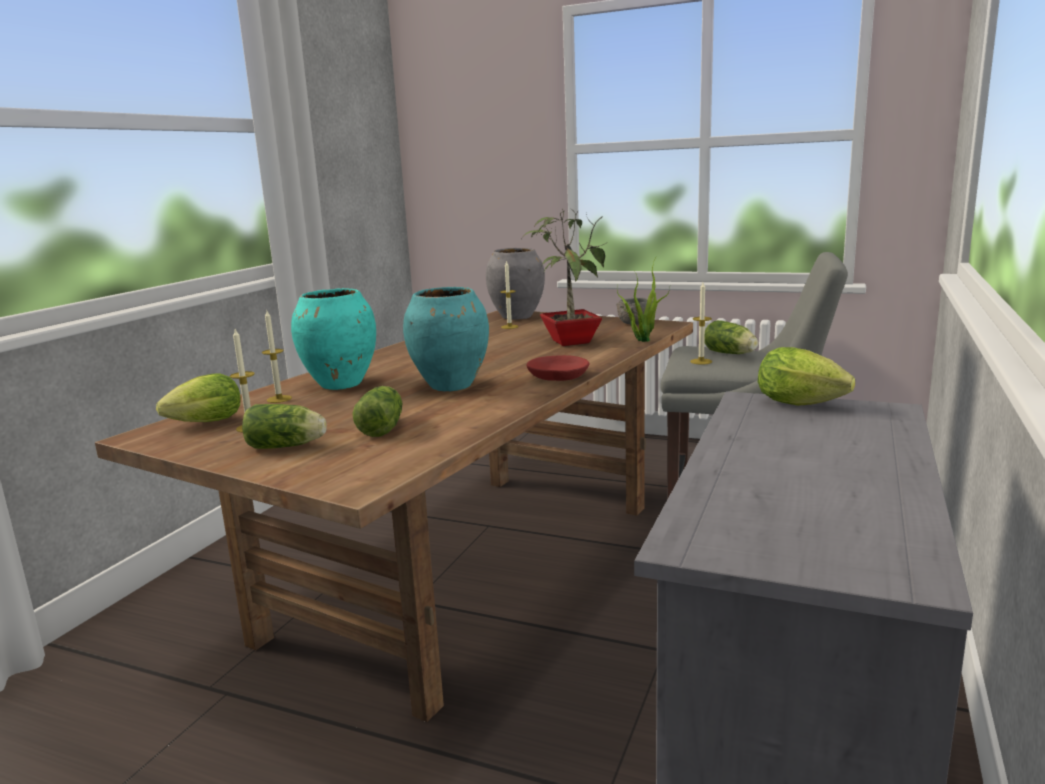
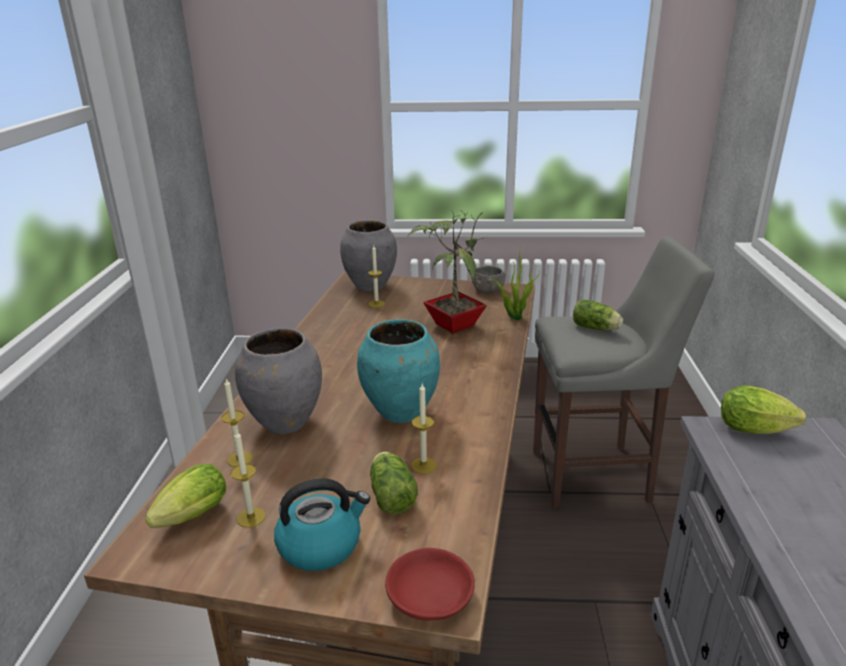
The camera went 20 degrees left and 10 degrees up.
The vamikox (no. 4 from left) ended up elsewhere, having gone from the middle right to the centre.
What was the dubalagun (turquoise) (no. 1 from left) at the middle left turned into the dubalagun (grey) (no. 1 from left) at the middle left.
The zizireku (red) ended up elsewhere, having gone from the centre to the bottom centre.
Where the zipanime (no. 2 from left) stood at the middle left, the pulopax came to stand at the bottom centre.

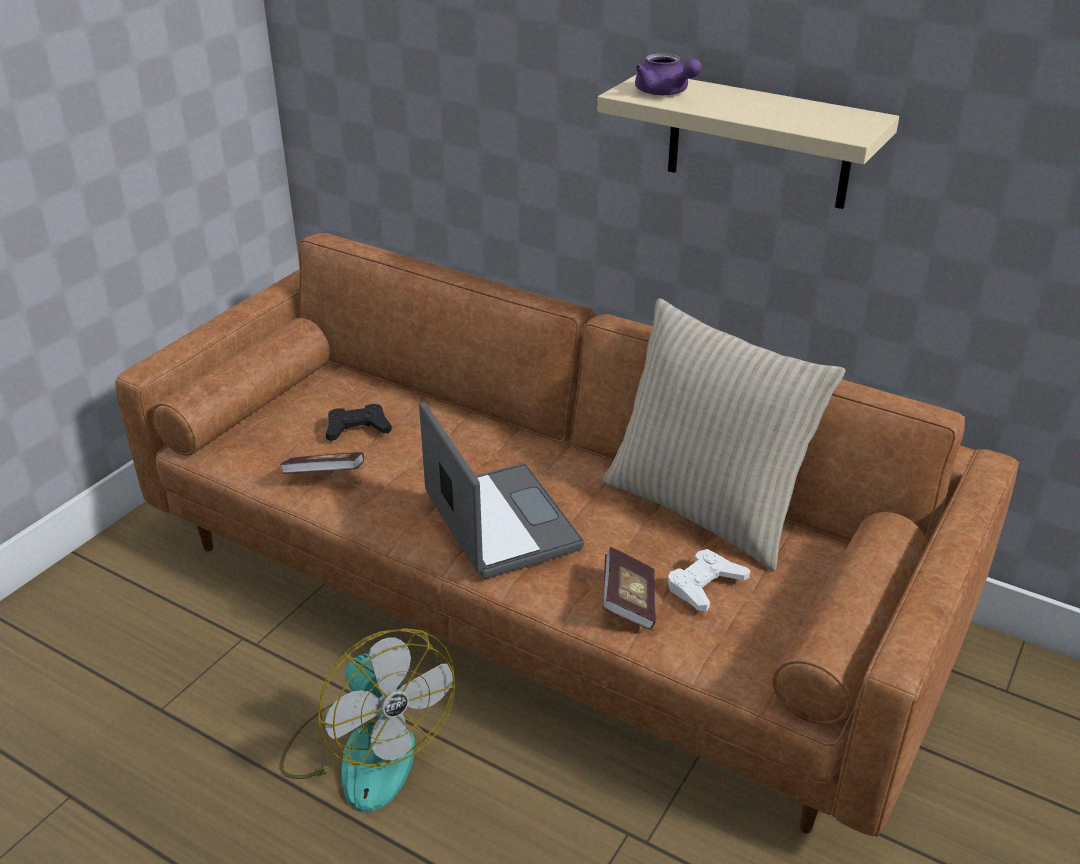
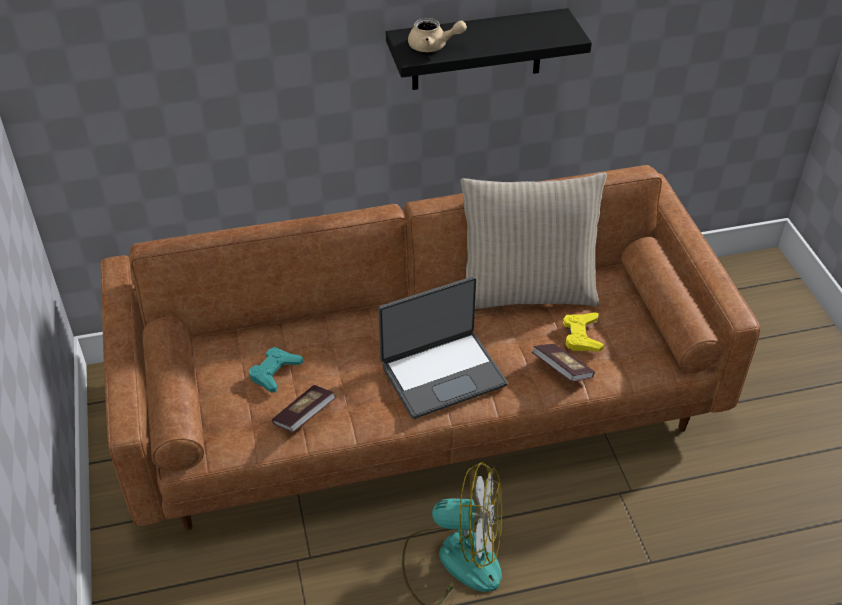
The camera went 45 degrees left and 10 degrees up.
What was the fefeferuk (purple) at the top centre turned into the fefeferuk (beige) at the top centre.
What was the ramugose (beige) at the top right turned into the ramugose (black) at the top centre.
The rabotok at the centre ended up facing another way, 135 degrees clockwise from before.
What was the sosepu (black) at the middle left turned into the sosepu (turquoise) at the middle left.
What was the sosepu (white) at the bottom centre turned into the sosepu (yellow) at the middle right.

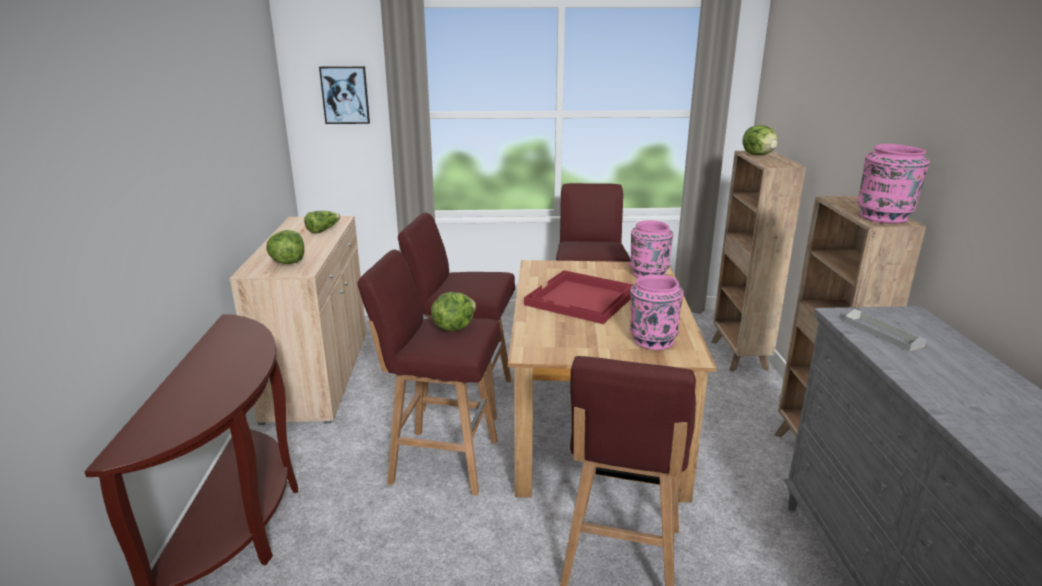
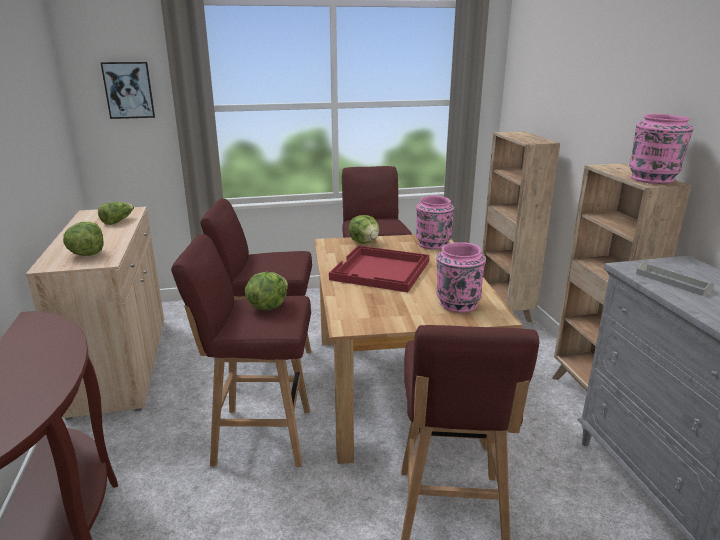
The camera went 10 degrees left and 0 degrees up.
The zipanime (no. 4 from left) ended up elsewhere, having gone from the top right to the centre.

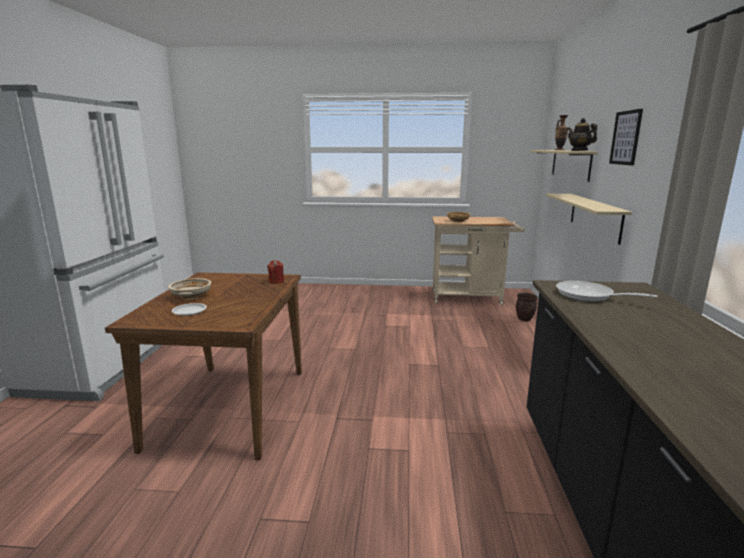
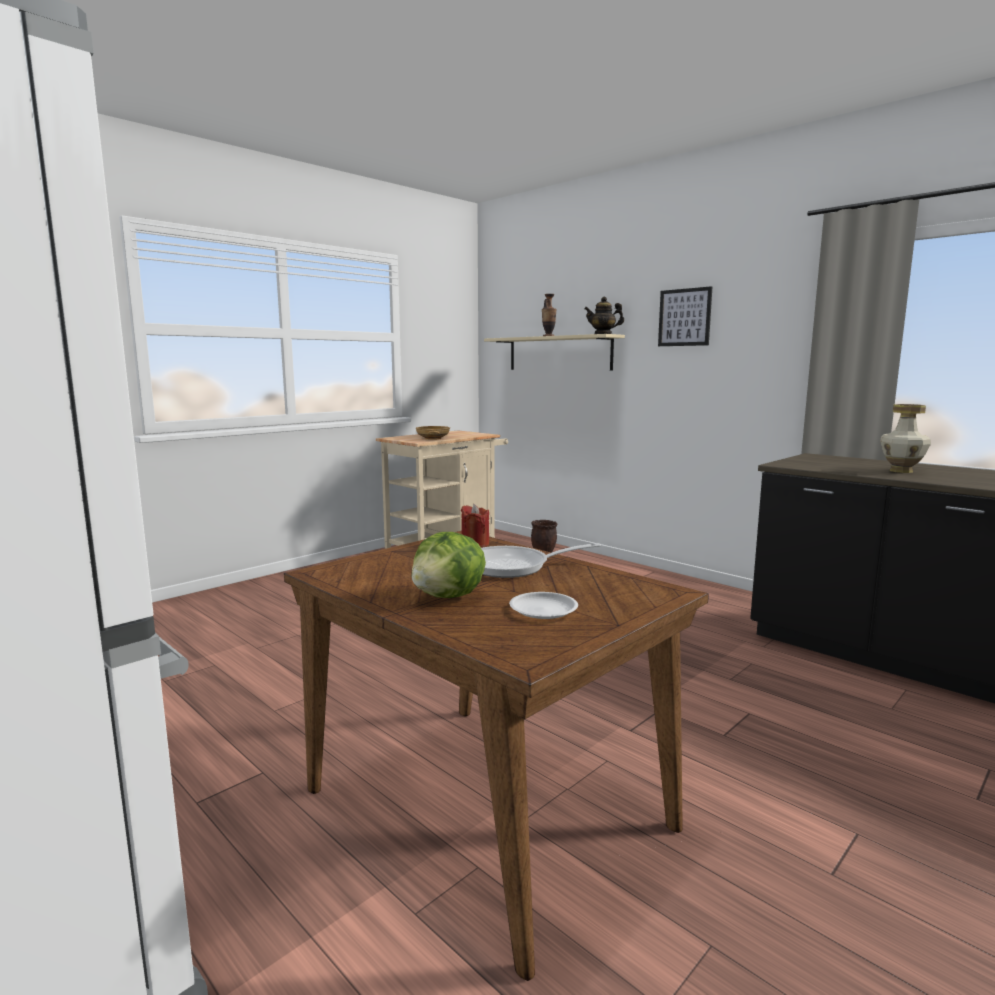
The camera went 50 degrees left and 5 degrees down.
The second view lost the ramugose (beige) (no. 2 from left) at the middle right.
Where the zizireku (beige) (no. 1 from left) stood at the middle left, the zipanime came to stand at the centre.
The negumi ended up elsewhere, having gone from the middle right to the centre.
The second view gained the dubalagun (no. 2 from left) at the middle right.

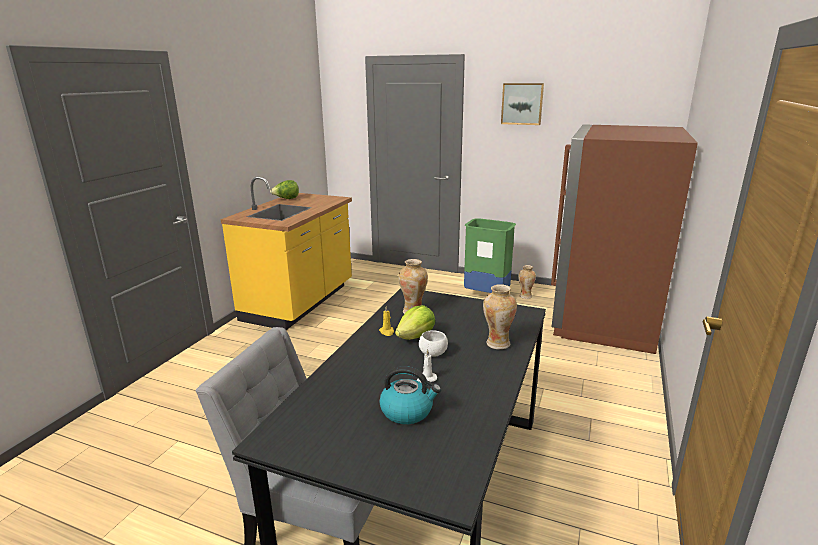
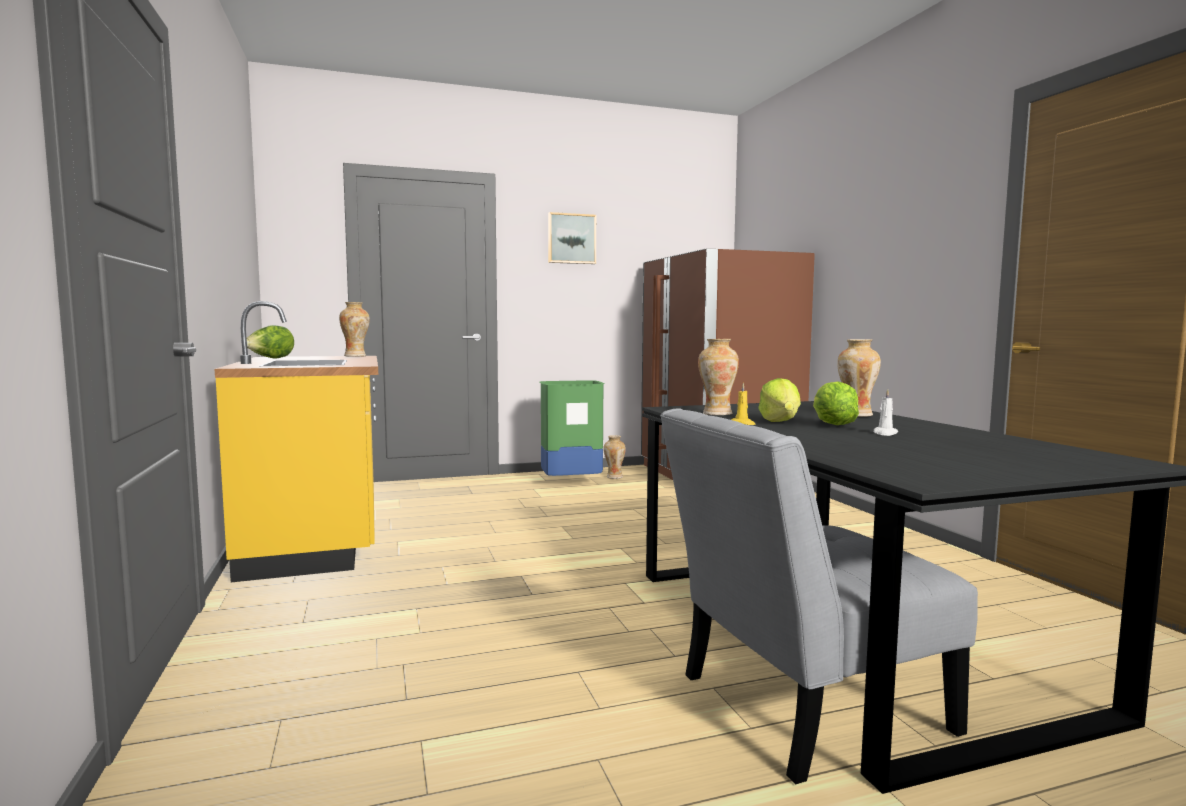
The camera went 40 degrees left and 15 degrees down.
Where the zizireku (white) stood at the centre, the zipanime (no. 3 from left) came to stand at the middle right.
The second view lost the pulopax at the bottom centre.
The second view gained the dubalagun (no. 1 from left) at the middle left.

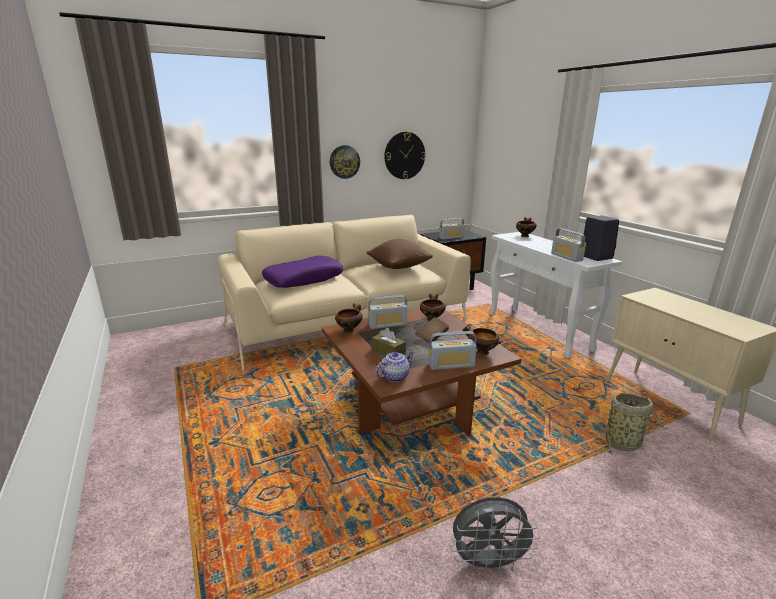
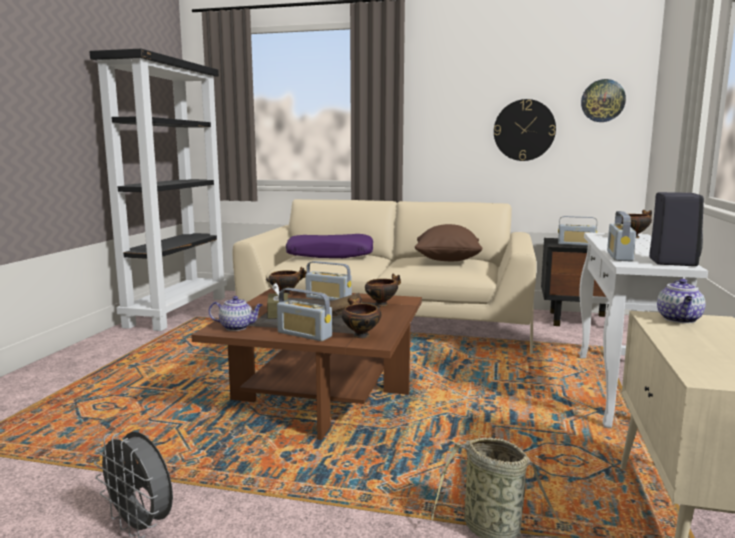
The camera went 40 degrees right and 10 degrees down.
The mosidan (no. 1 from left in the first image) ended up elsewhere, having gone from the top centre to the top right.
The second view gained the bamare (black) at the middle left.
The second view gained the fefeferuk (no. 2 from left) at the middle right.

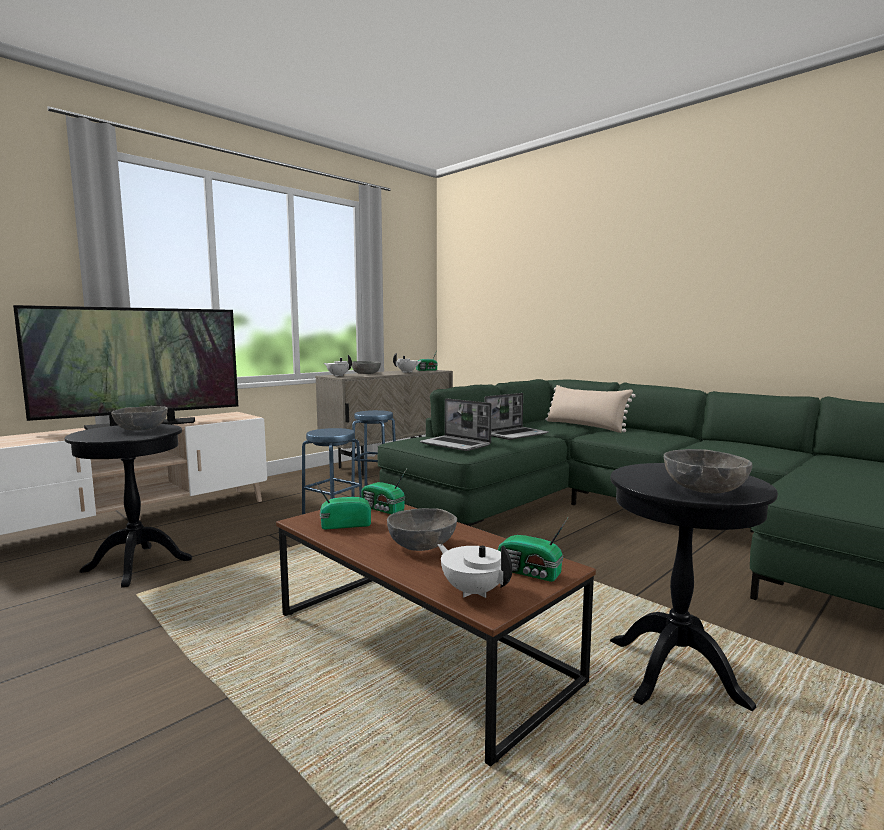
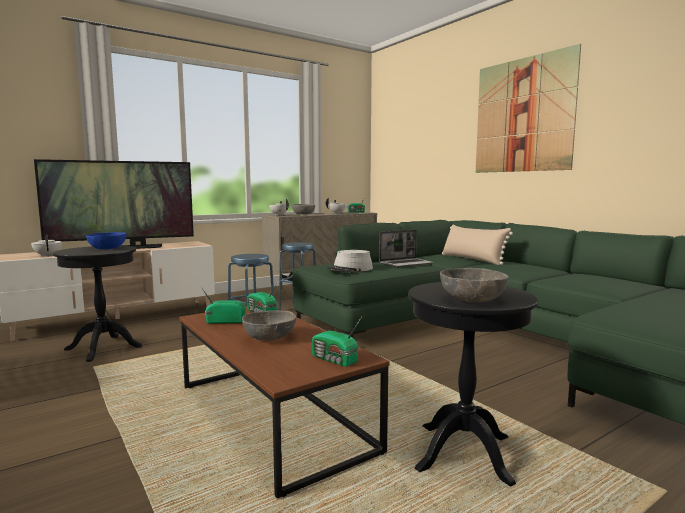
The camera went 10 degrees right and 0 degrees up.
Where the rabotok (no. 1 from left) stood at the centre, the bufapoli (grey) came to stand at the centre.
What was the zizireku (grey) (no. 1 from left) at the middle left turned into the zizireku (blue) at the middle left.
The fefeferuk (white) (no. 3 from left in the first image) ended up elsewhere, having gone from the bottom centre to the middle left.
The second view gained the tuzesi at the top right.

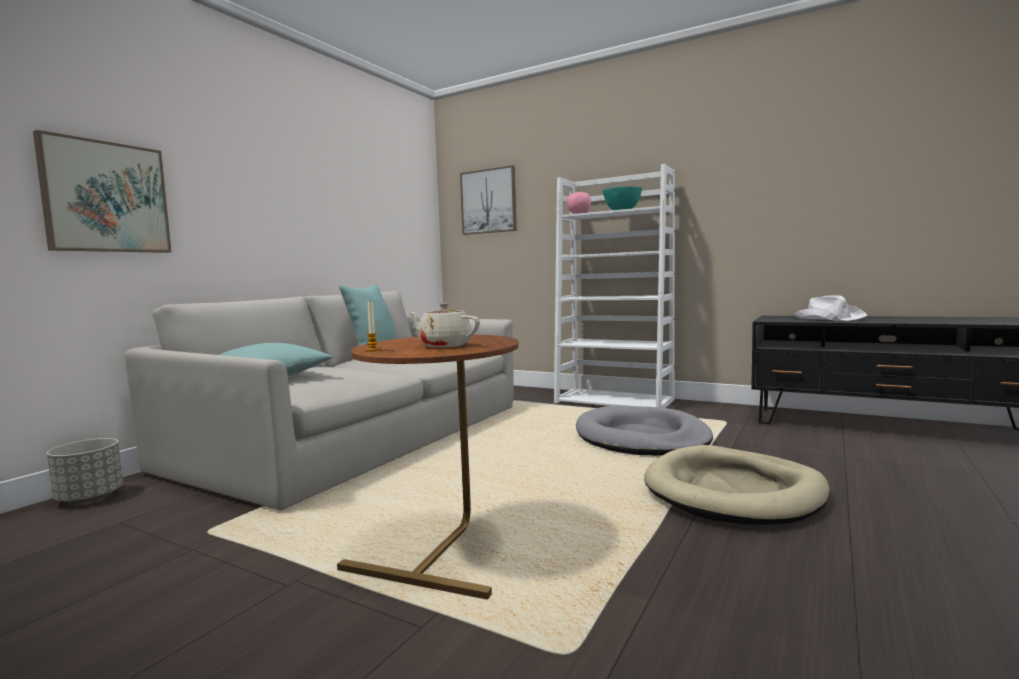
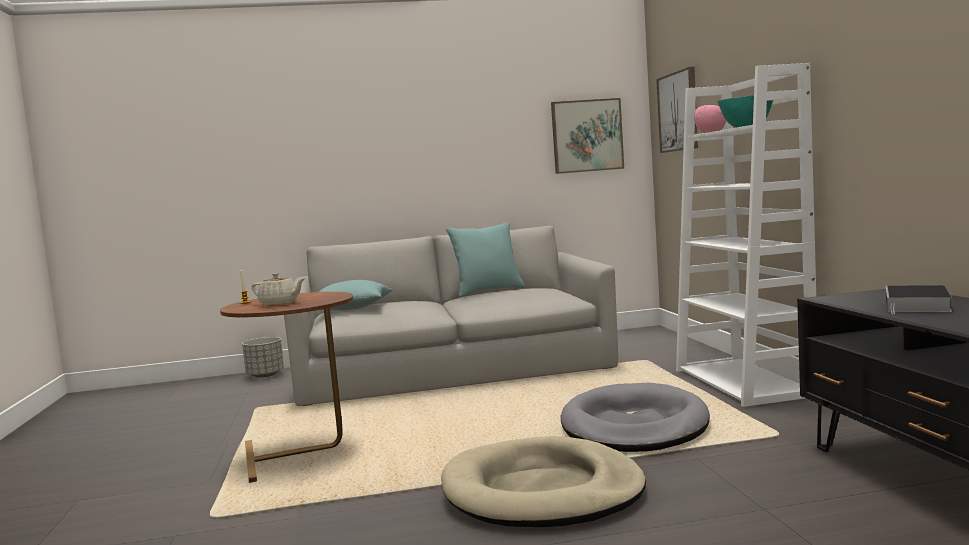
The camera went 50 degrees right and 0 degrees up.
The tuzesi (no. 1 from left) ended up elsewhere, having gone from the top left to the top centre.
Where the bufapoli (white) stood at the middle right, the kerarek came to stand at the middle right.
The fefeferuk (beige) at the centre ended up facing another way, 120 degrees clockwise from before.

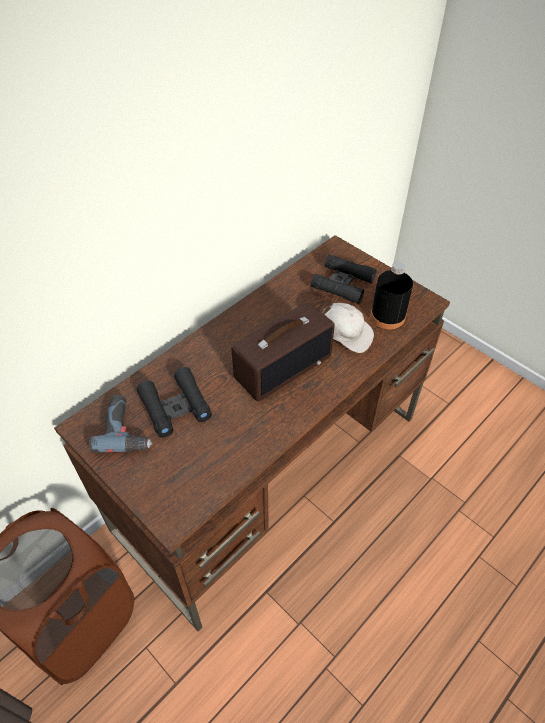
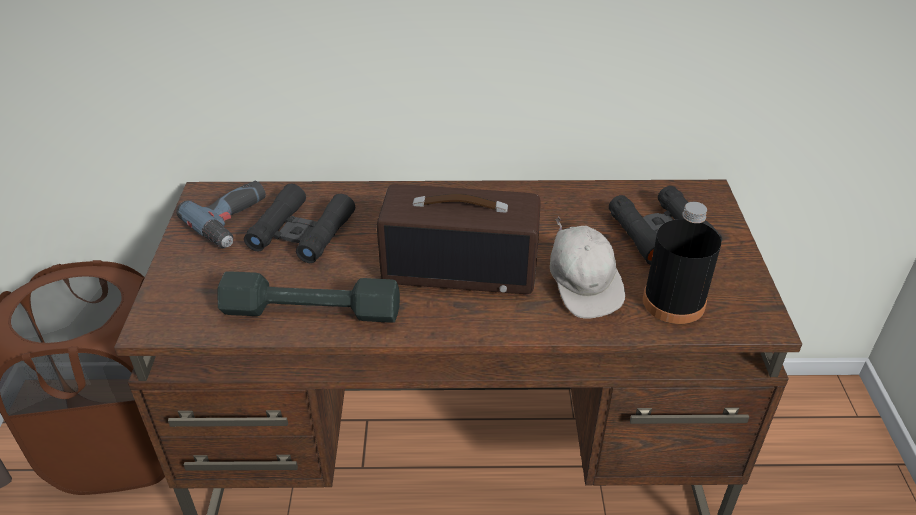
The camera went 45 degrees right and 10 degrees down.
The second view gained the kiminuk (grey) at the centre.

